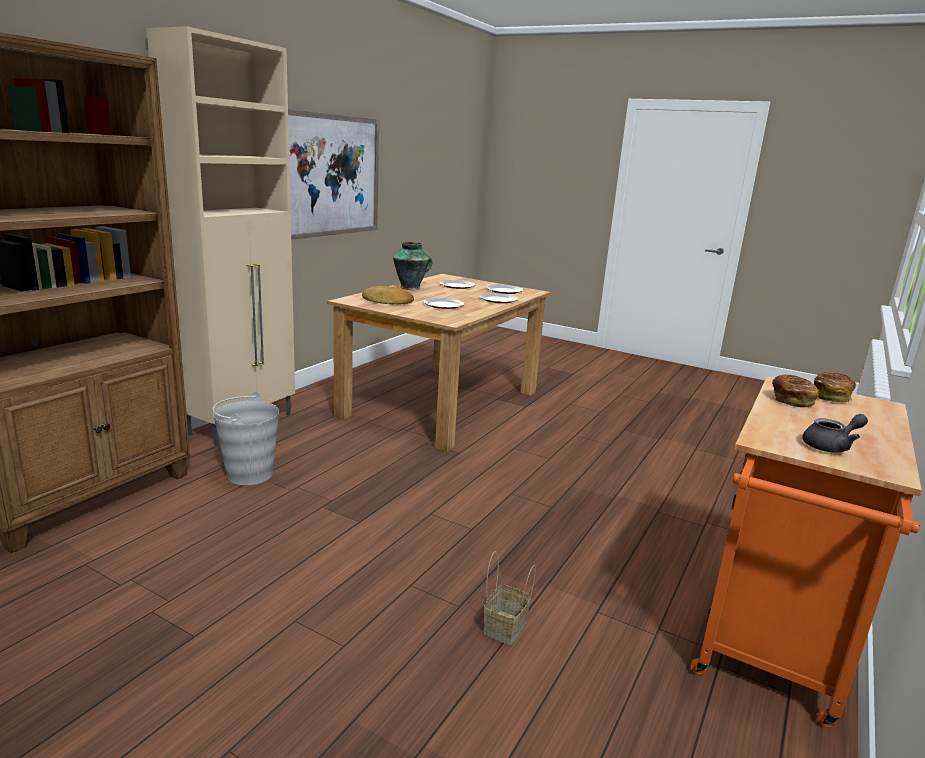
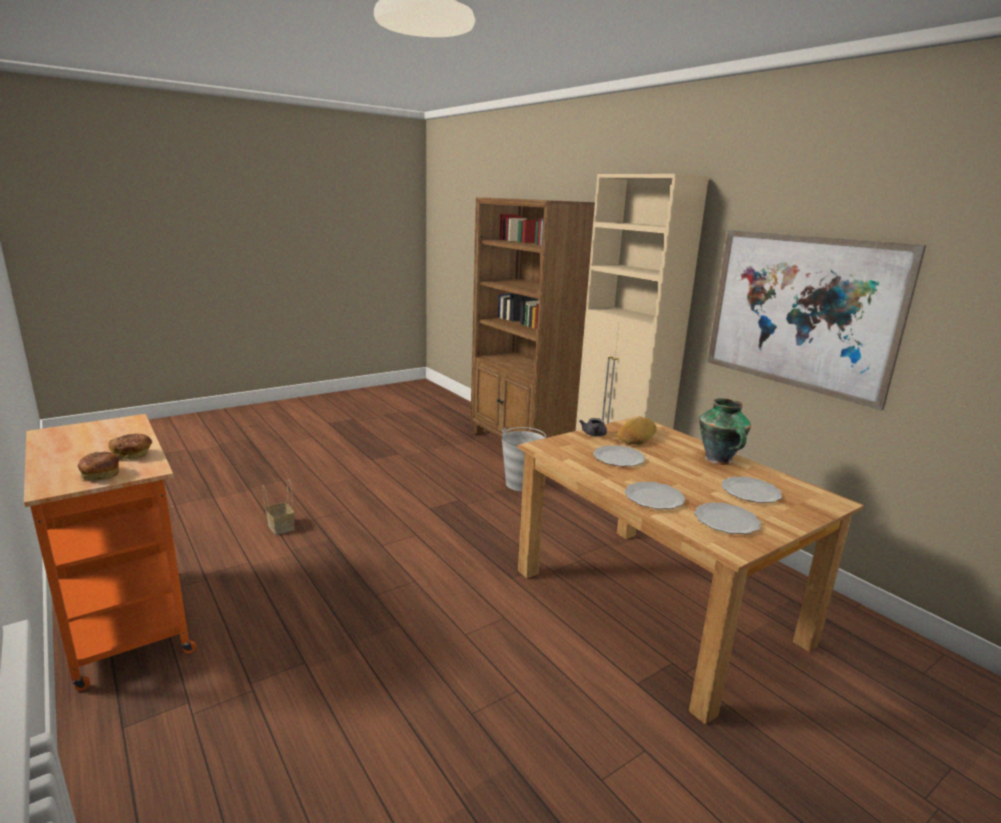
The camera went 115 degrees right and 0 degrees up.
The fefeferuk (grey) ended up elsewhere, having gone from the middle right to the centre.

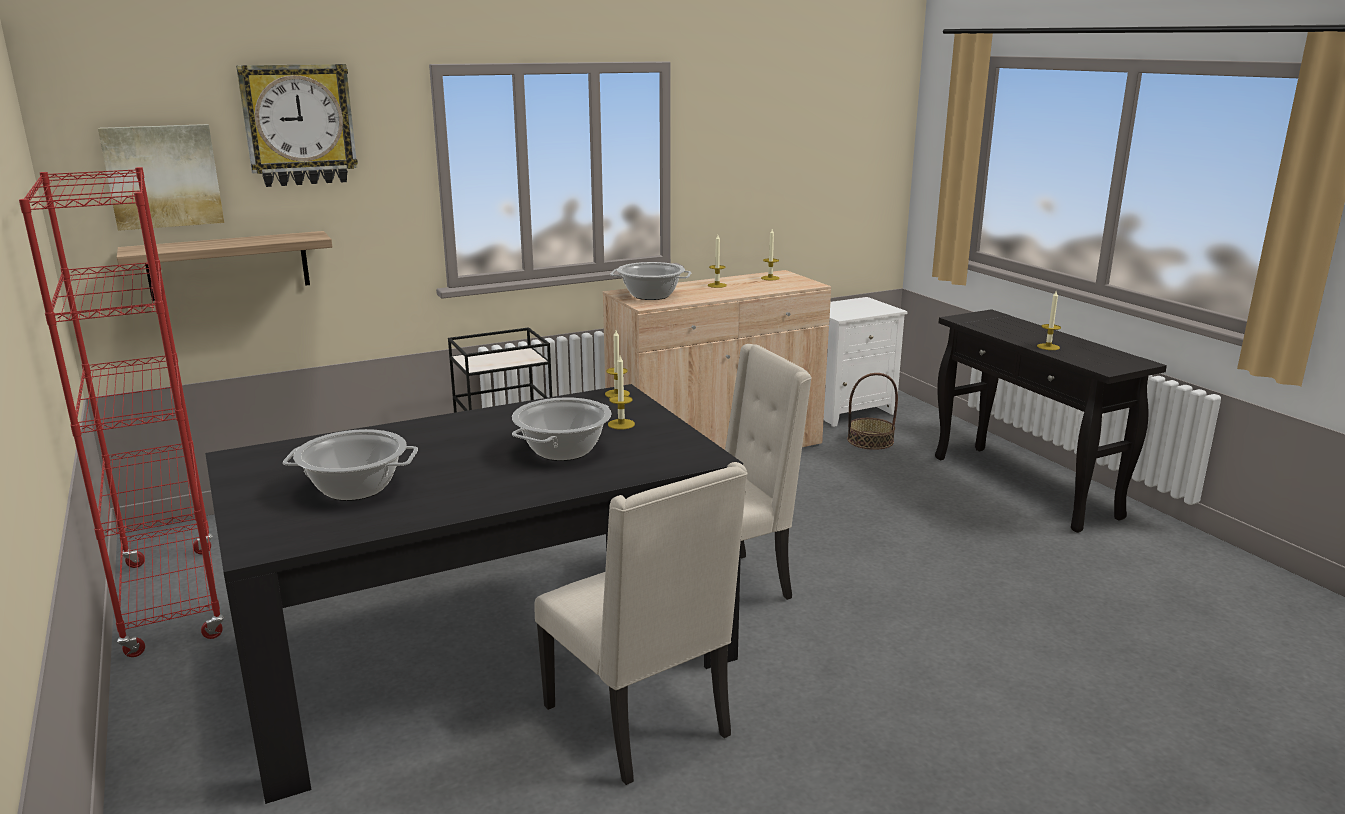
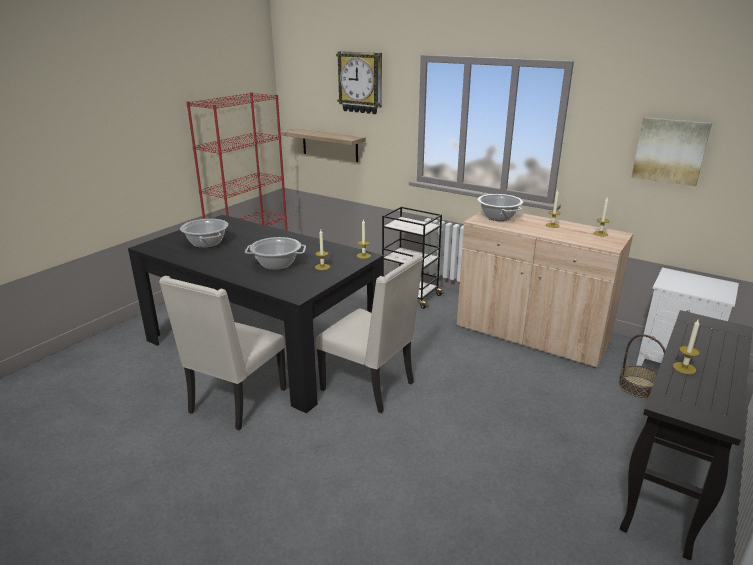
The camera went 60 degrees right and 5 degrees up.
The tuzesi ended up elsewhere, having gone from the top left to the top right.

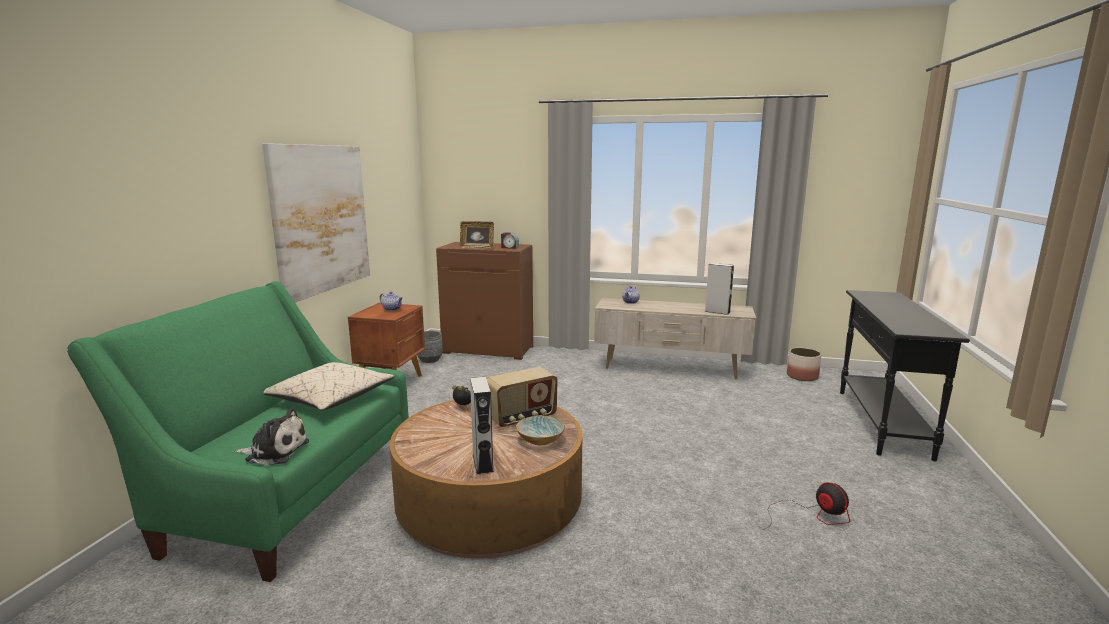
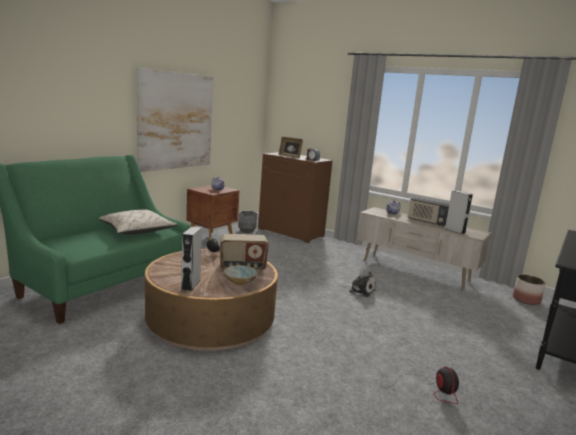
The camera went 20 degrees right and 0 degrees up.
The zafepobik ended up elsewhere, having gone from the bottom left to the centre.
The second view gained the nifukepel (no. 2 from left) at the middle right.

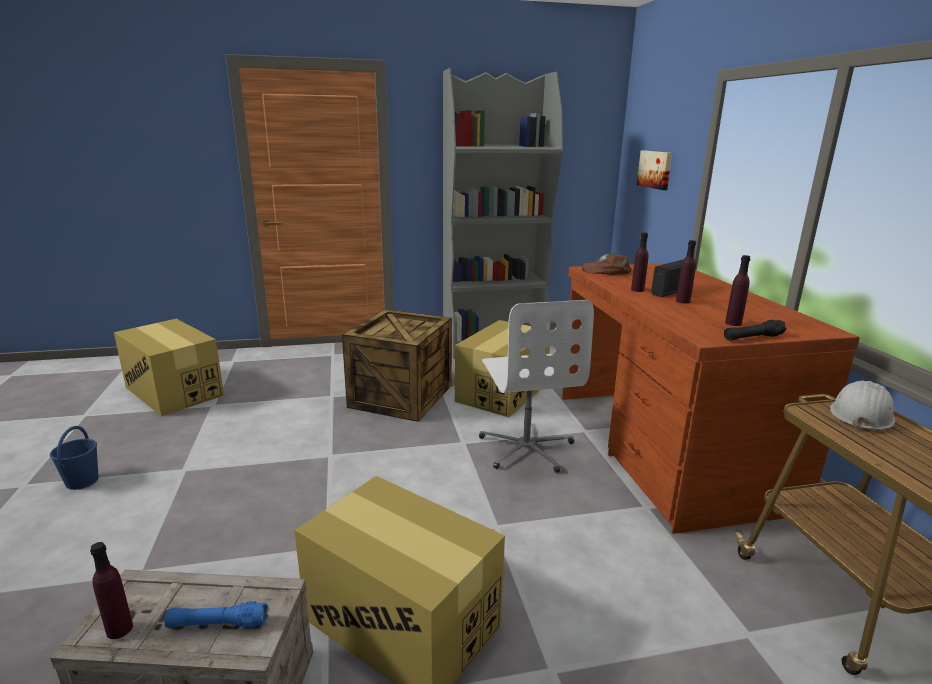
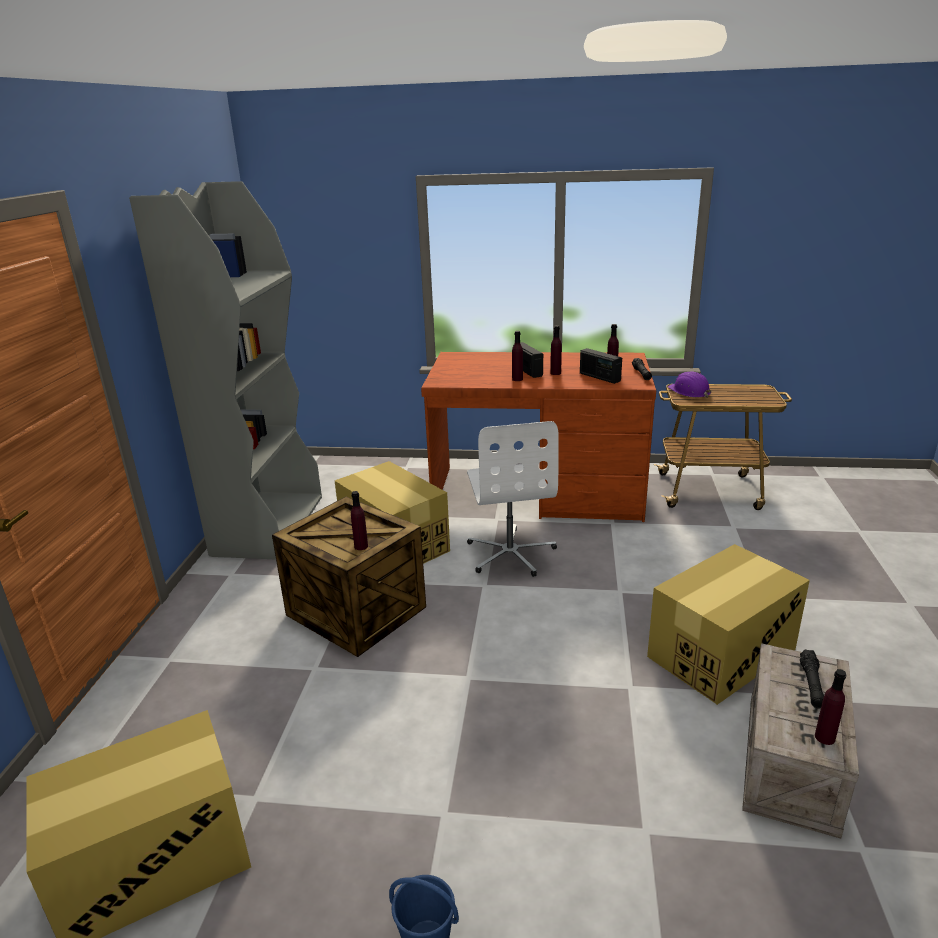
The camera went 70 degrees left and 5 degrees up.
The second view lost the tuzesi at the top right.
The second view lost the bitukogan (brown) at the centre.
The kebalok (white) at the centre ended up facing another way, 75 degrees clockwise from before.
What was the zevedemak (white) at the middle right turned into the zevedemak (purple) at the middle right.
What was the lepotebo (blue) at the bottom left turned into the lepotebo (black) (no. 2 from left) at the bottom right.
The second view gained the nifukepel (no. 2 from left) at the centre.
The second view gained the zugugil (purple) (no. 1 from left) at the centre.

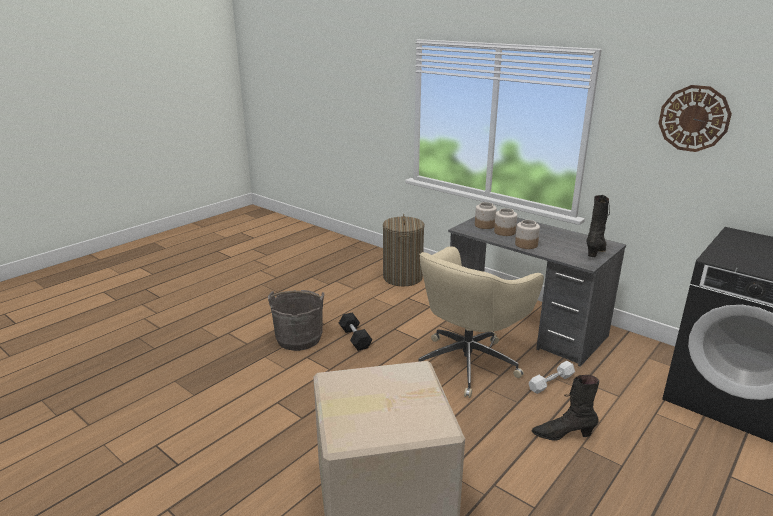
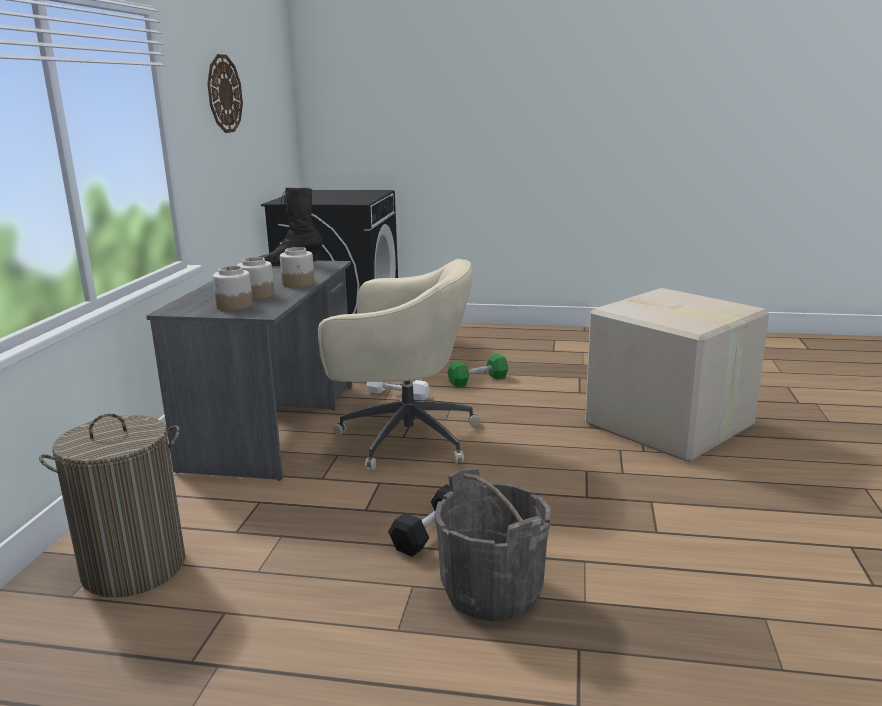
The camera went 120 degrees left and 5 degrees down.
Where the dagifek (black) (no. 1 from left) stood at the bottom right, the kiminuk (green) came to stand at the centre.

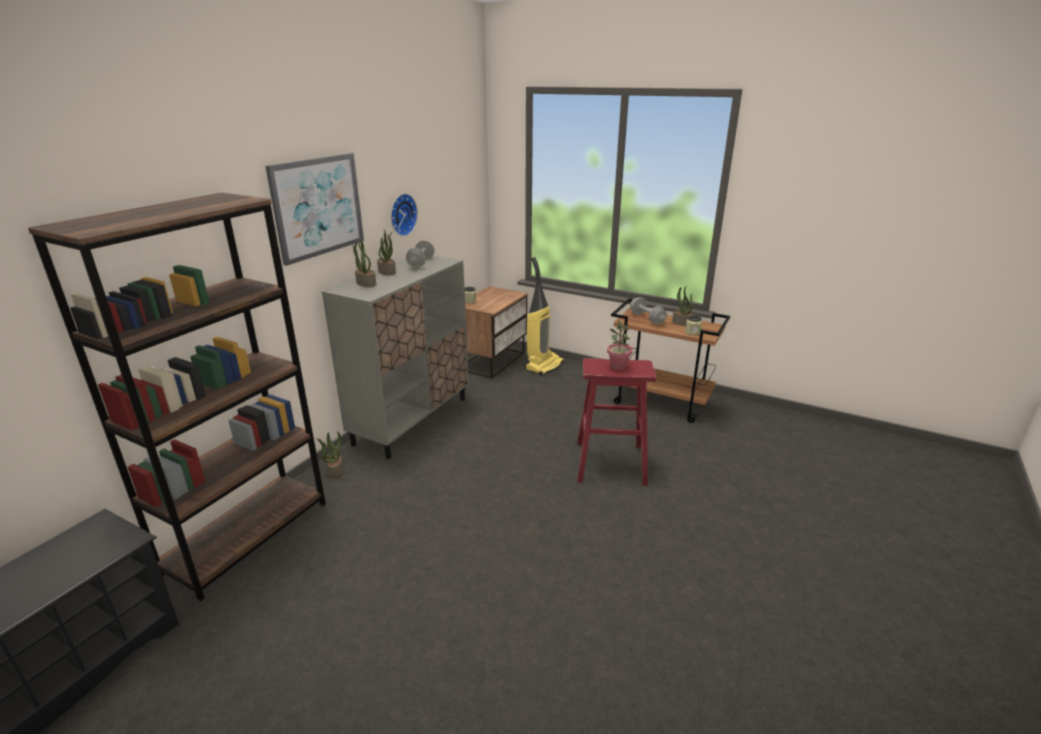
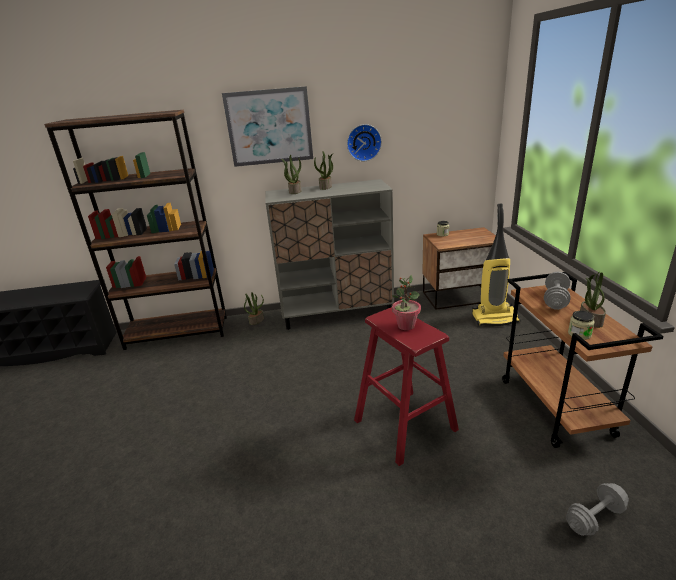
The camera went 55 degrees right and 0 degrees up.
The kiminuk (grey) (no. 1 from left in the first image) ended up elsewhere, having gone from the centre to the bottom right.

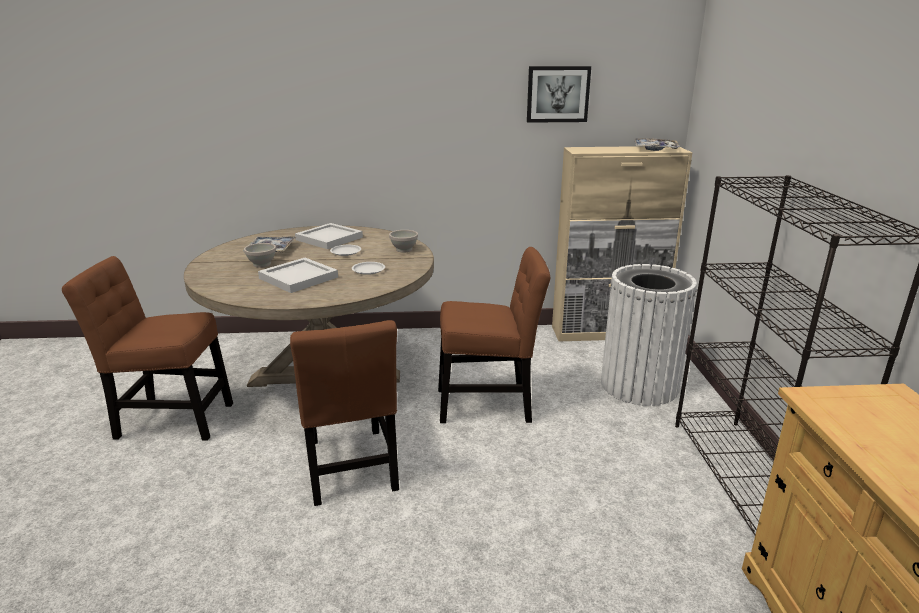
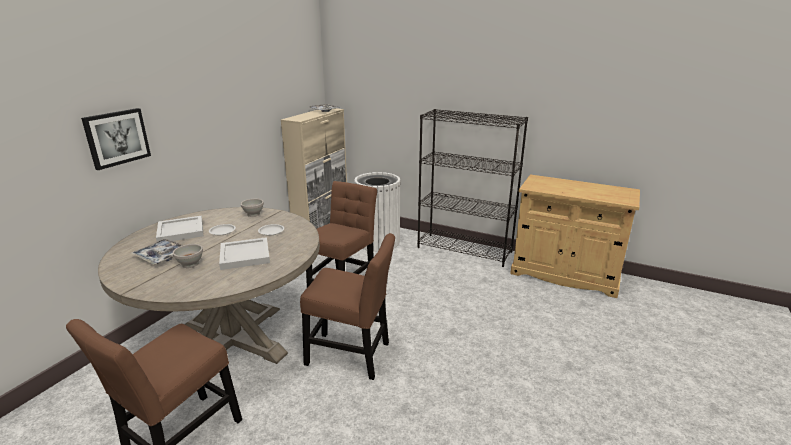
The camera went 60 degrees left and 0 degrees up.
The tuzesi ended up elsewhere, having gone from the top centre to the top left.

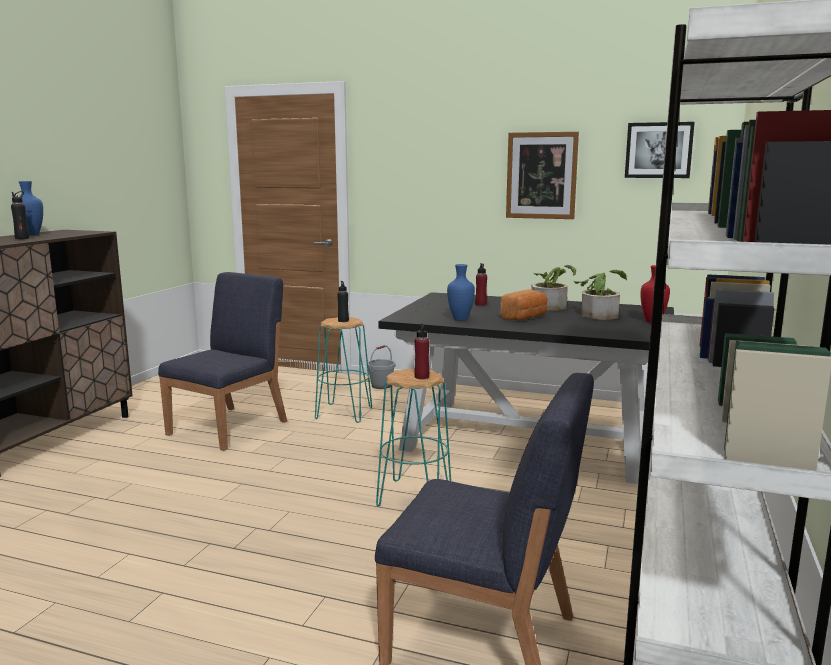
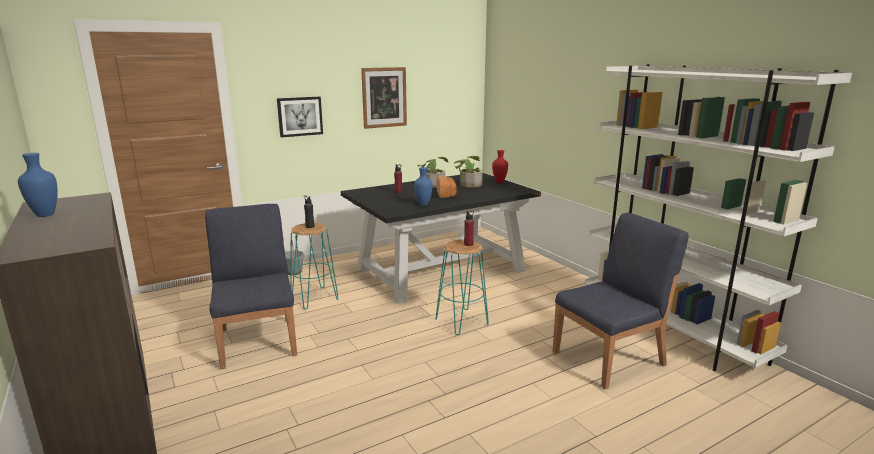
The camera went 50 degrees left and 5 degrees up.
The tuzesi (no. 2 from left in the first image) ended up elsewhere, having gone from the top right to the top centre.
The second view lost the zugugil (black) (no. 1 from left) at the top left.

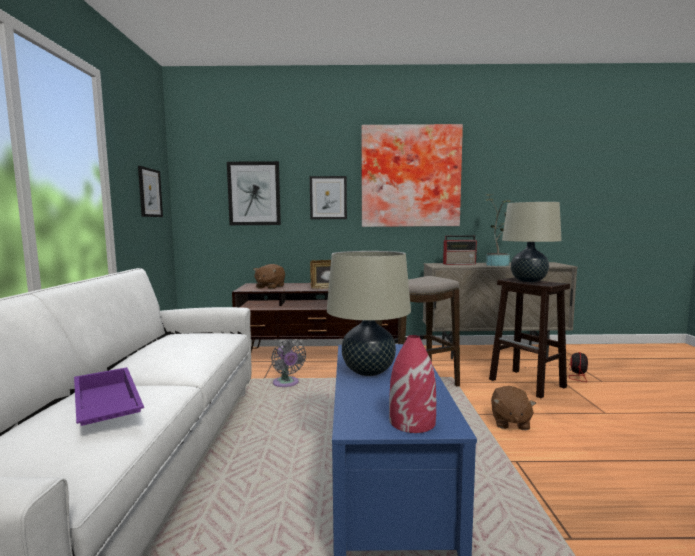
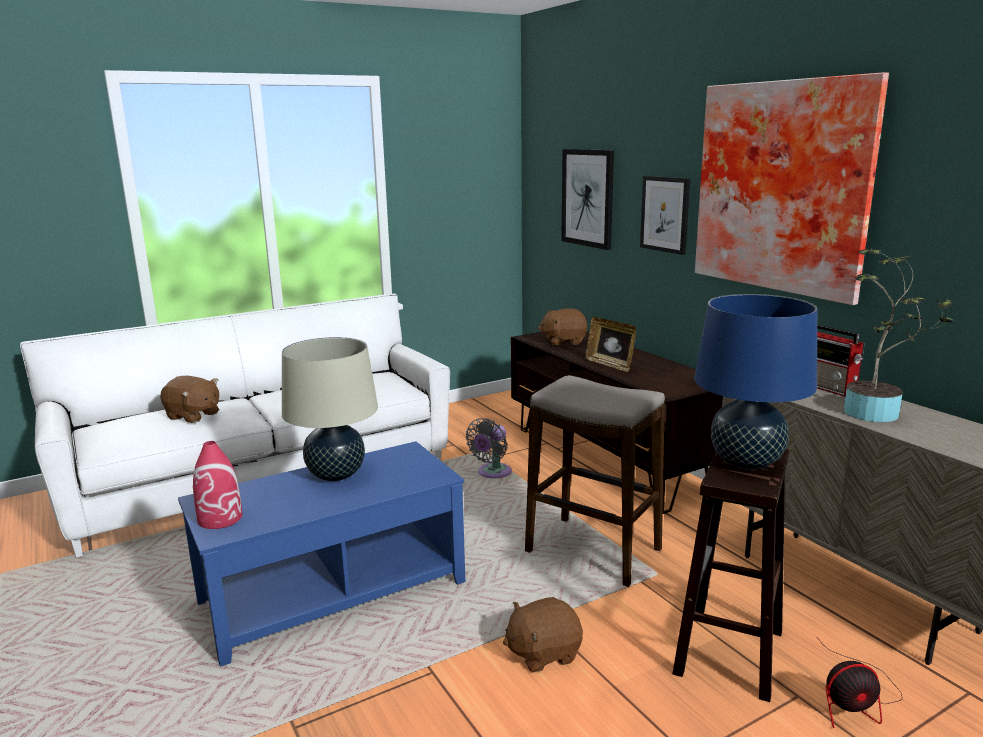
The camera went 60 degrees right and 10 degrees up.
The second view lost the tuzesi (no. 1 from left) at the middle left.
What was the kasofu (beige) (no. 2 from left) at the middle right turned into the kasofu (blue) at the middle right.
Where the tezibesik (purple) stood at the bottom left, the zafepobik (brown) (no. 1 from left) came to stand at the middle left.

